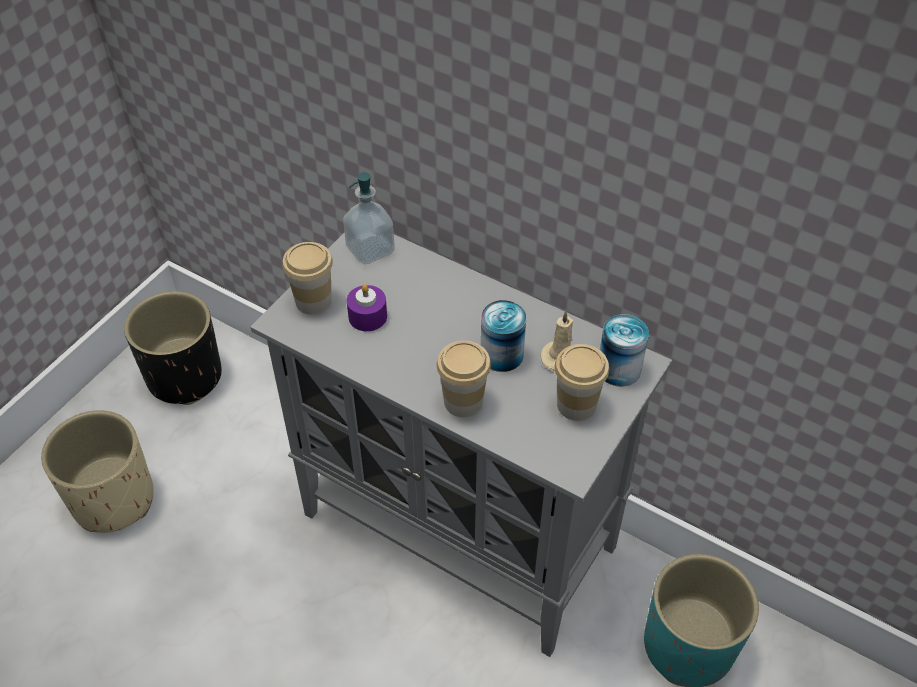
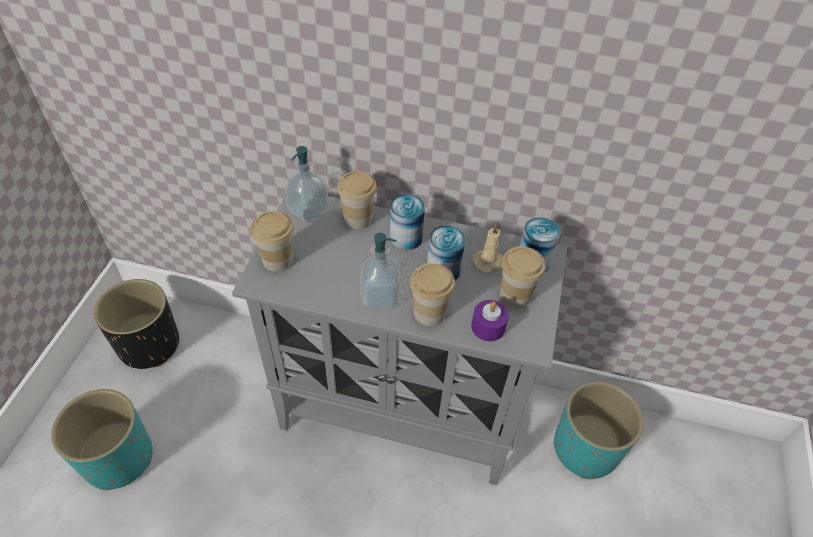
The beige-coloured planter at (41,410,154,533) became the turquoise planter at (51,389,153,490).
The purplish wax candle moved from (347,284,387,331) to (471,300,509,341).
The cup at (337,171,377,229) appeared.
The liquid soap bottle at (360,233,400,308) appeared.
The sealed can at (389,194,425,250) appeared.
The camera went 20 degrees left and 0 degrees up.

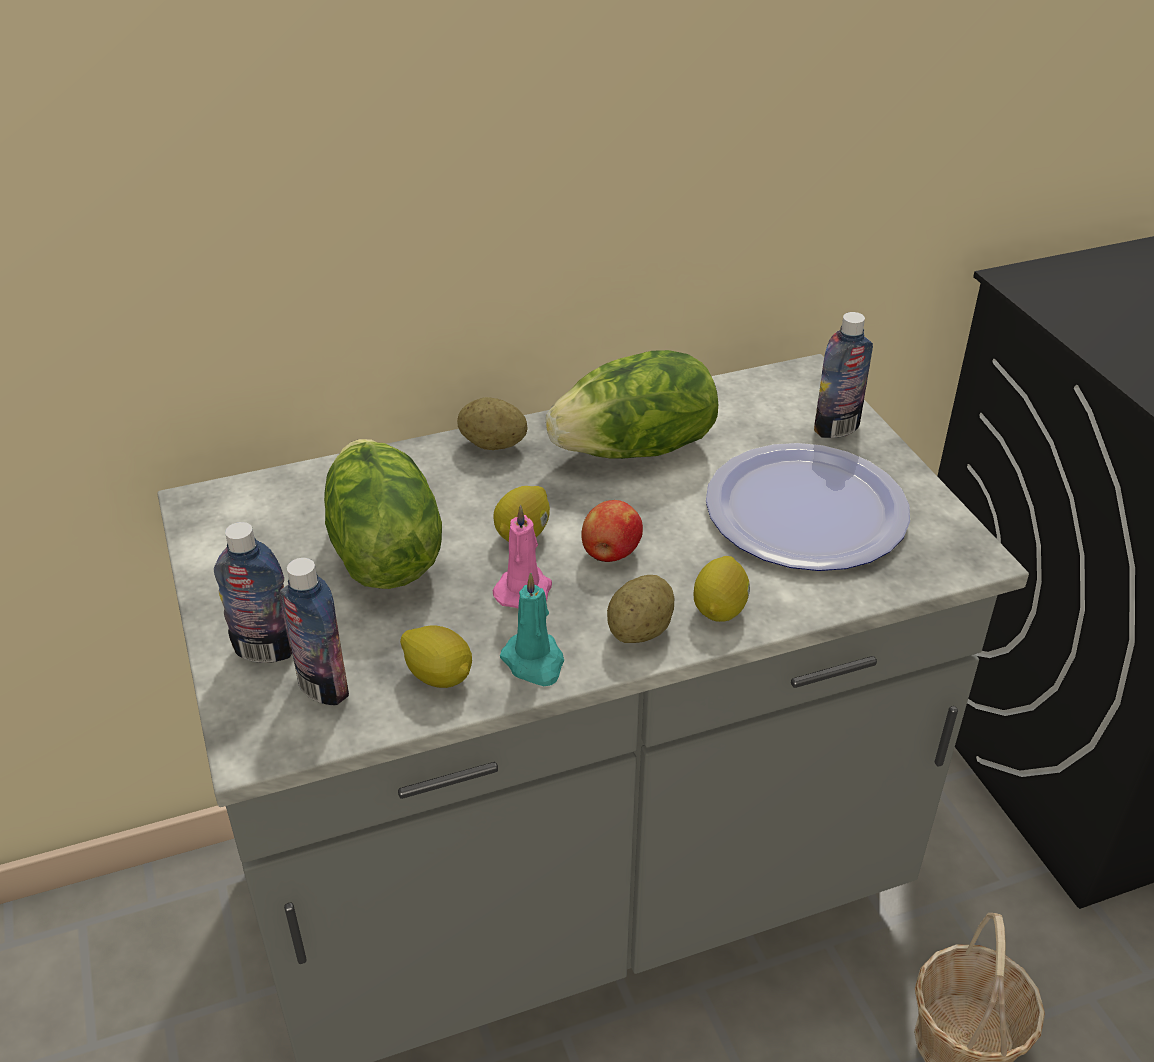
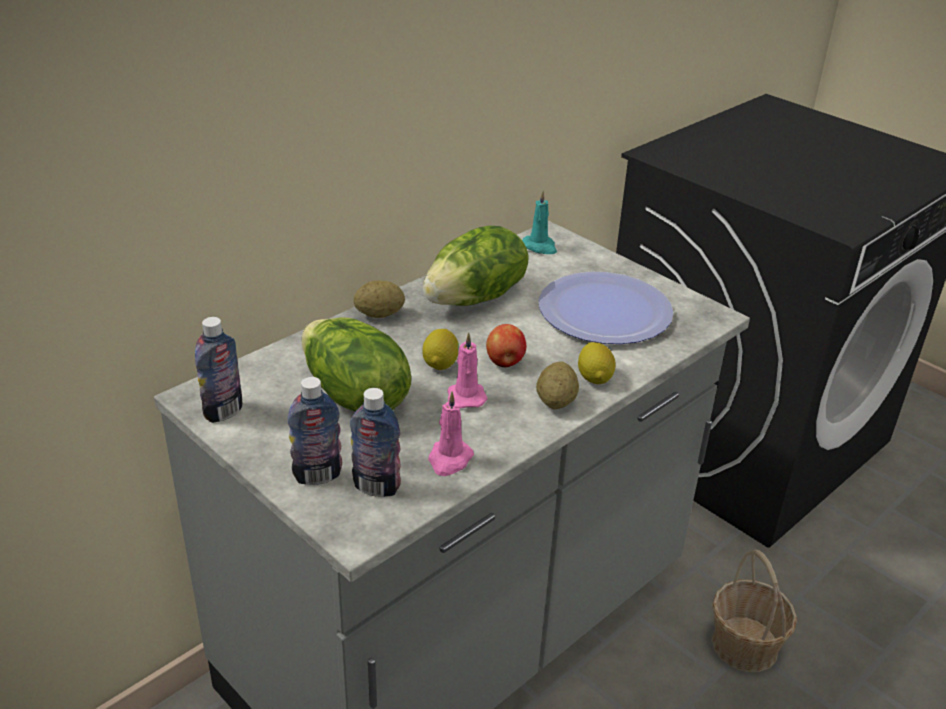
The citrus fruit at (400,625,472,688) was replaced by the pinkish wax candle at (428,391,474,476).
The turquoise wax candle moved from (500,572,564,686) to (522,190,557,254).
The drink bottle moved from (814,312,873,438) to (195,317,243,423).
The camera went 25 degrees left and 5 degrees down.

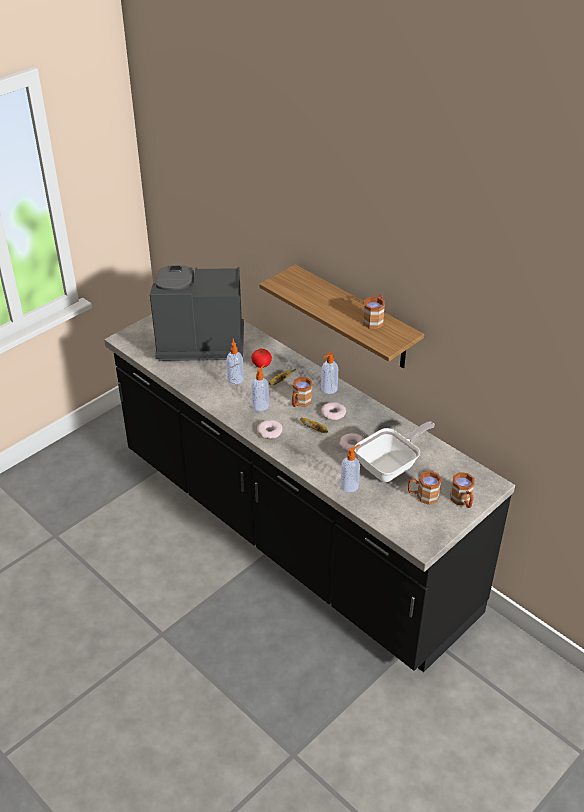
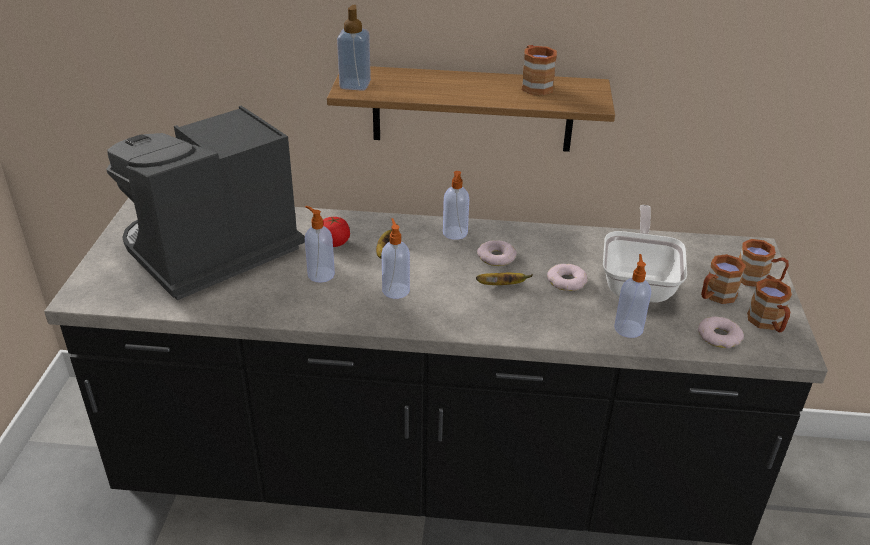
The ring doughnut moved from (257,420,282,439) to (698,317,744,348).
The brownish mug moved from (292,377,312,407) to (747,278,792,332).
The liquid soap bottle at (337,5,371,91) appeared.
The camera went 40 degrees left and 5 degrees down.

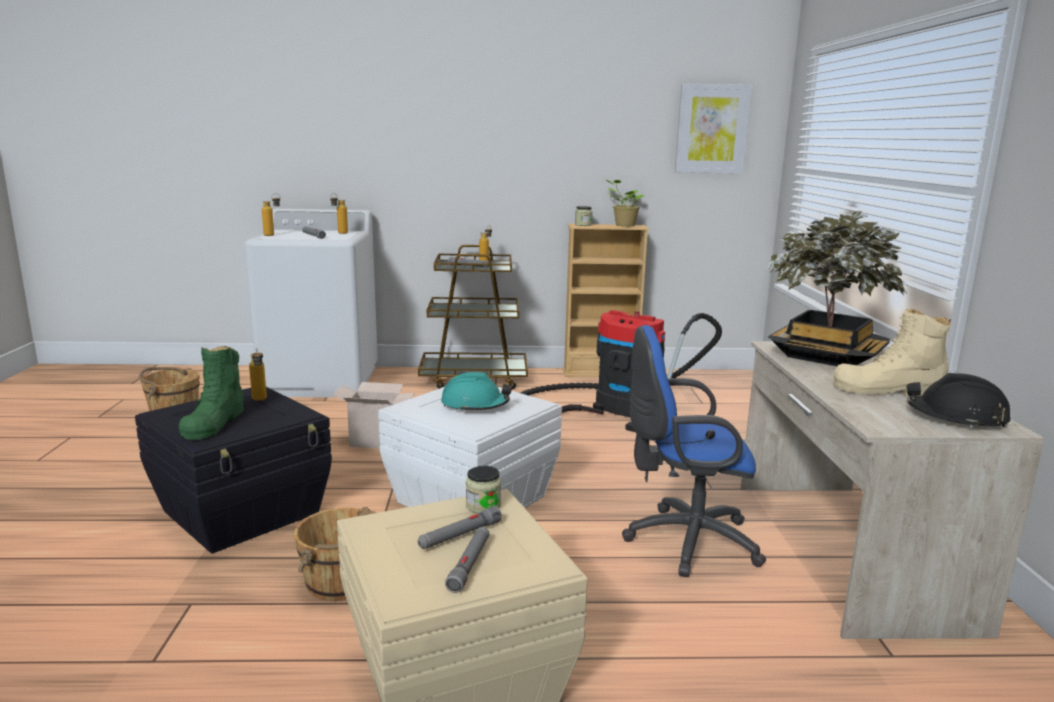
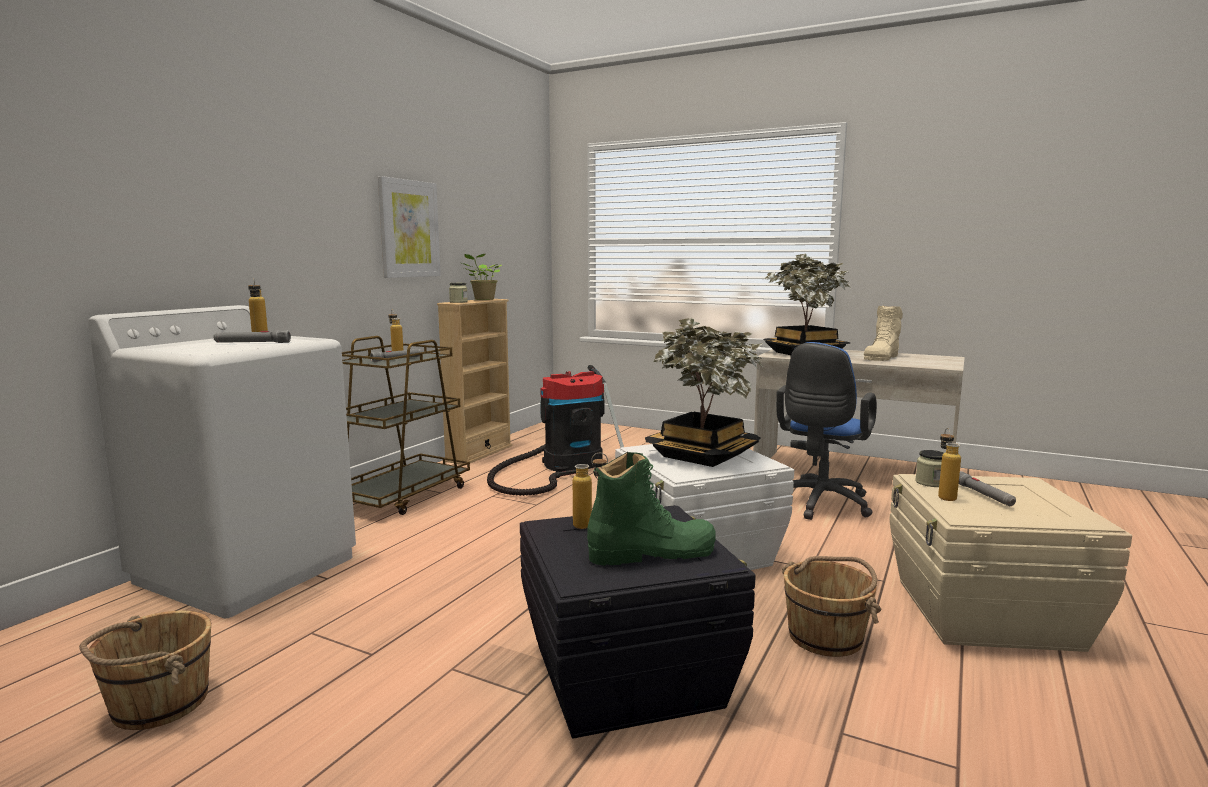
The green tall boot at (179,346,244,440) turned 45 degrees counterclockwise.
The drink bottle moved from (262,193,281,236) to (938,428,961,501).
The cardboard box at (332,382,415,448) disappeared.
The turquoise safety helmet at (441,372,512,412) was replaced by the plant in a pot at (645,318,763,467).
The greyish hand torch at (445,527,489,593) disappeared.
The picture moved from (675,83,752,174) to (378,176,441,278).
The black safety helmet at (907,373,1011,428) disappeared.
The camera went 60 degrees left and 5 degrees down.

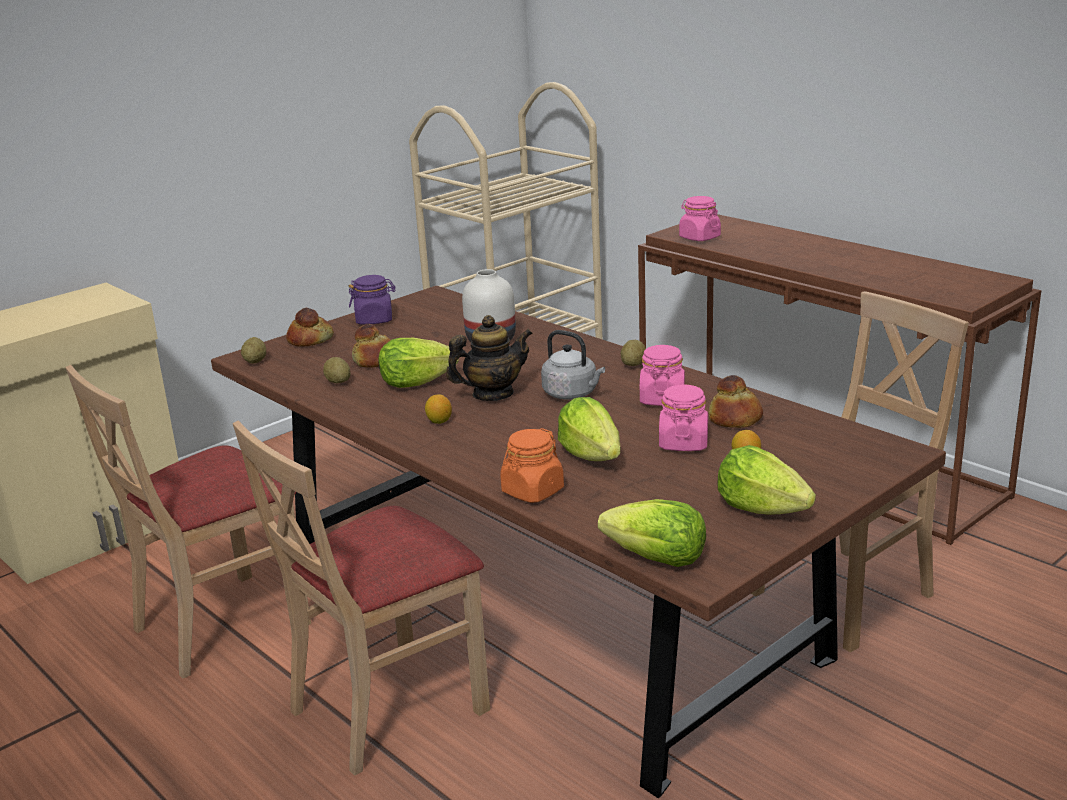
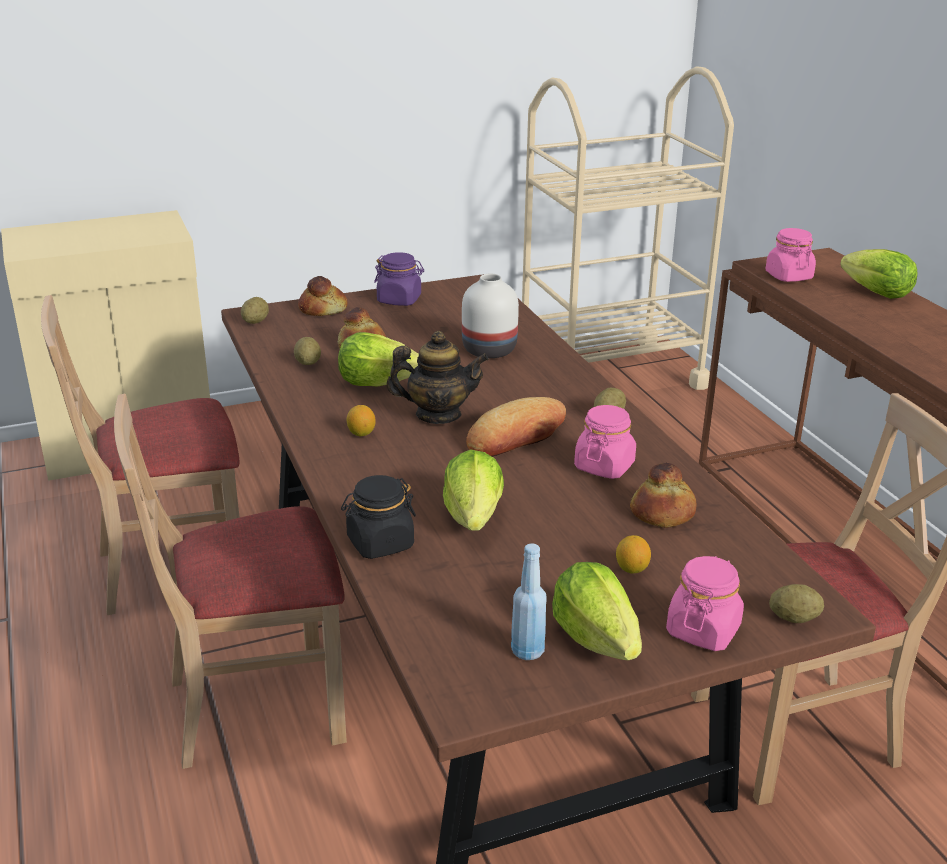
The orange preserve jar at (500,428,564,503) became the black preserve jar at (341,475,416,559).
The greyish water kettle at (541,330,605,400) was replaced by the baked bread at (466,397,566,456).
The lettuce head moved from (598,499,706,567) to (840,249,917,299).
The pinkish preserve jar moved from (659,385,708,451) to (666,556,744,651).
The blue-coloured drink bottle at (511,543,546,660) appeared.
The spud at (769,584,824,623) appeared.
The camera went 20 degrees right and 5 degrees up.

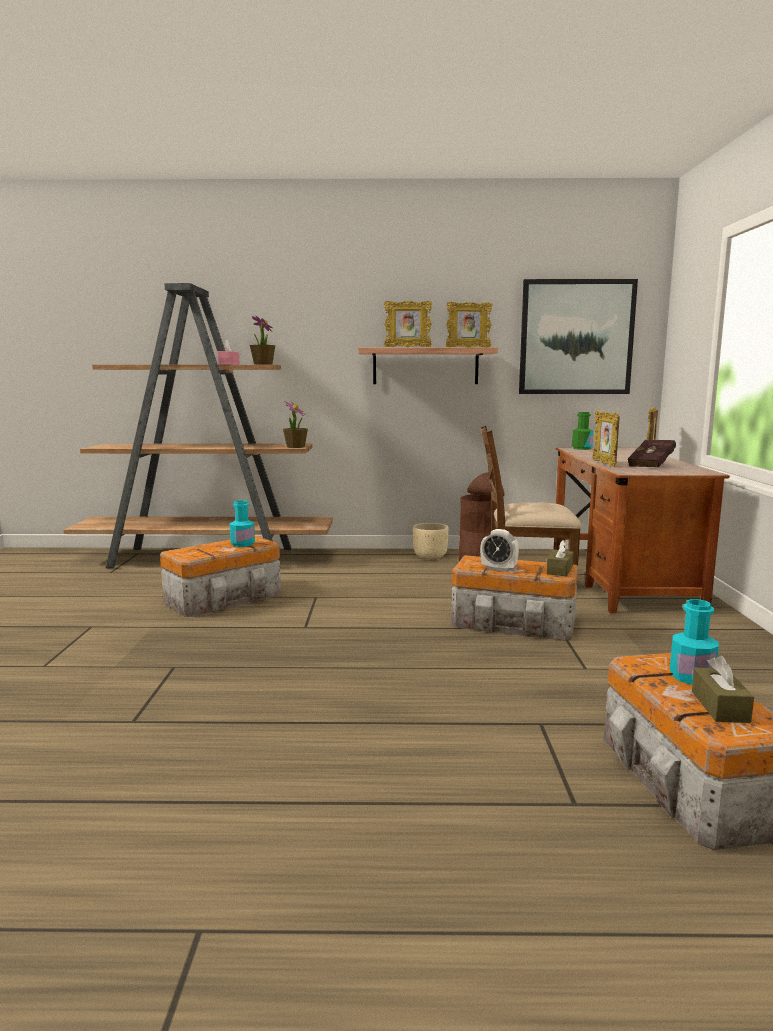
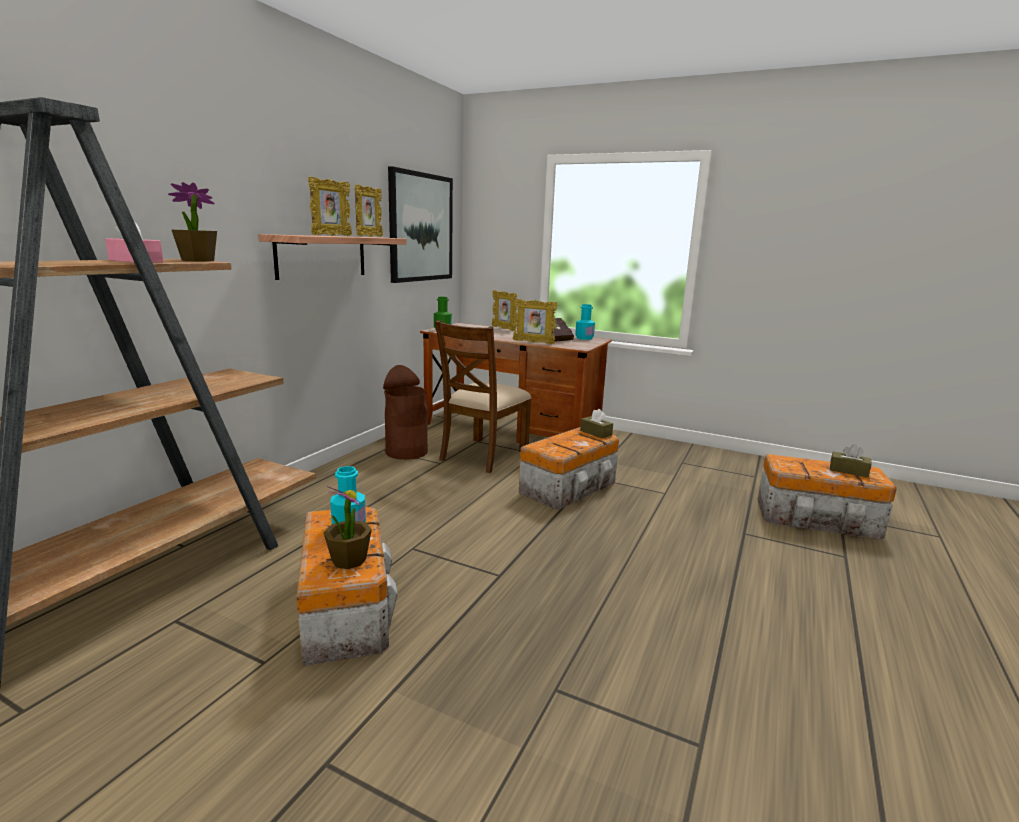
The plant in a pot moved from (283,401,308,448) to (323,486,372,569).
The beige-coloured planter at (413,523,449,559) disappeared.
The bedside clock at (480,529,519,572) disappeared.
The turquoise drink bottle moved from (670,599,719,685) to (575,304,595,340).
The camera went 65 degrees left and 5 degrees up.

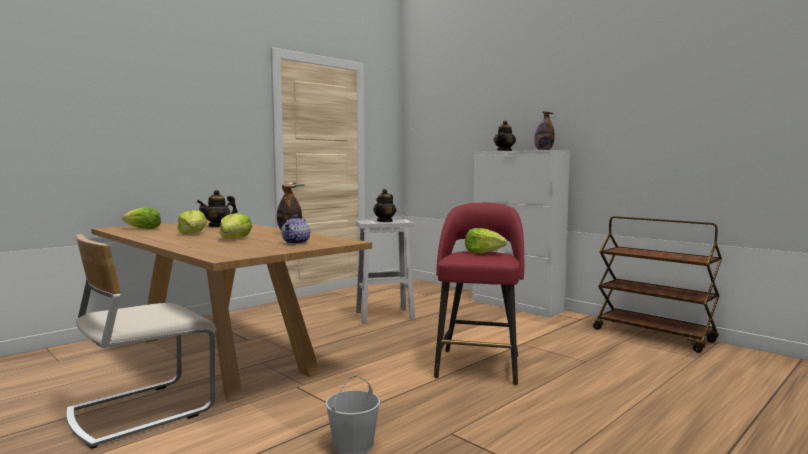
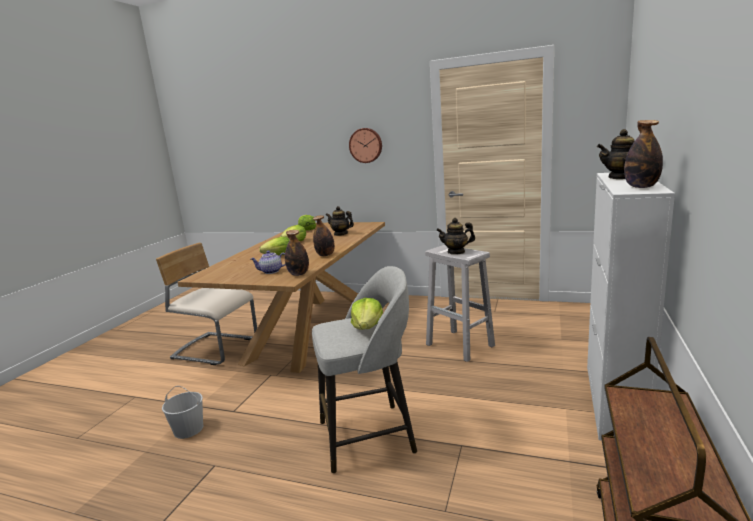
The red-coloured sitting stool at (434,202,524,385) became the greyish sitting stool at (312,266,417,473).
The drink bottle at (285,230,309,276) appeared.
The wall clock at (349,128,382,163) appeared.
The camera went 65 degrees right and 10 degrees up.

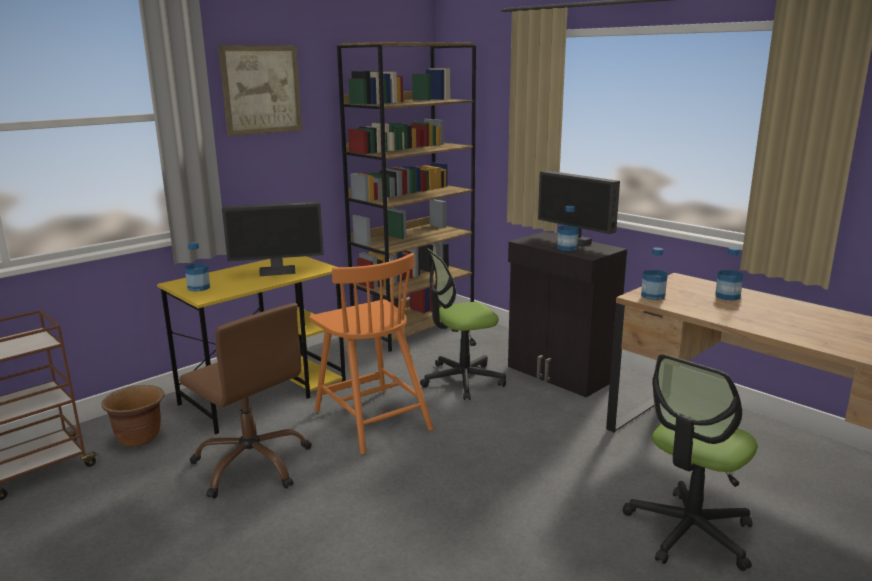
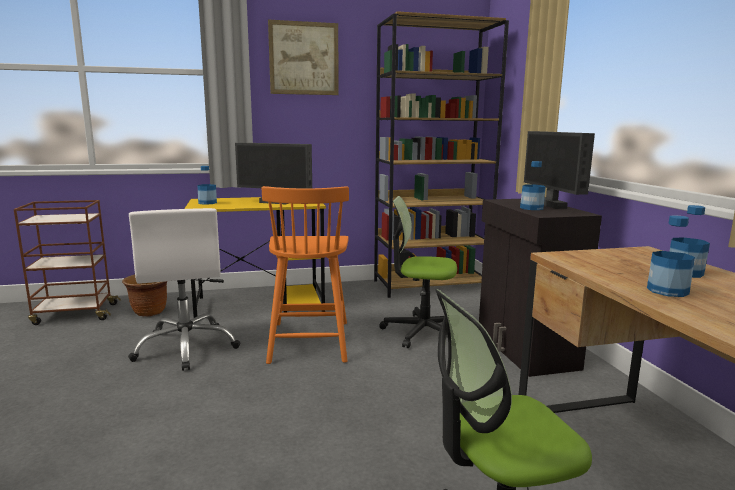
The brownish desk chair at (179,303,312,499) became the whitish desk chair at (128,208,240,371).
The drink bottle moved from (641,248,668,300) to (647,215,695,297).
The camera went 30 degrees right and 5 degrees down.

